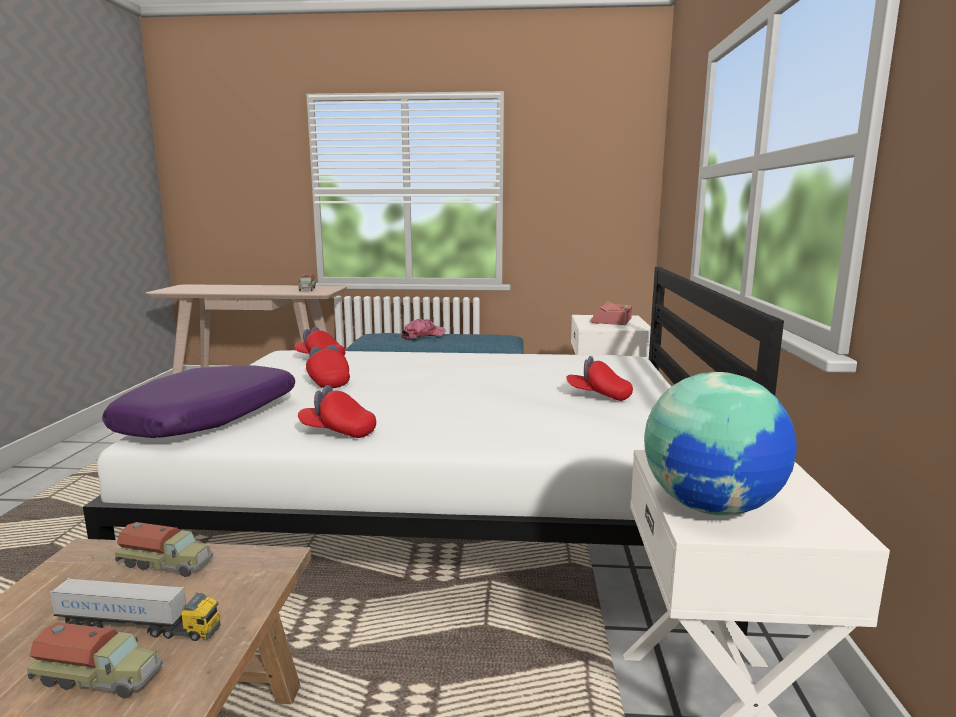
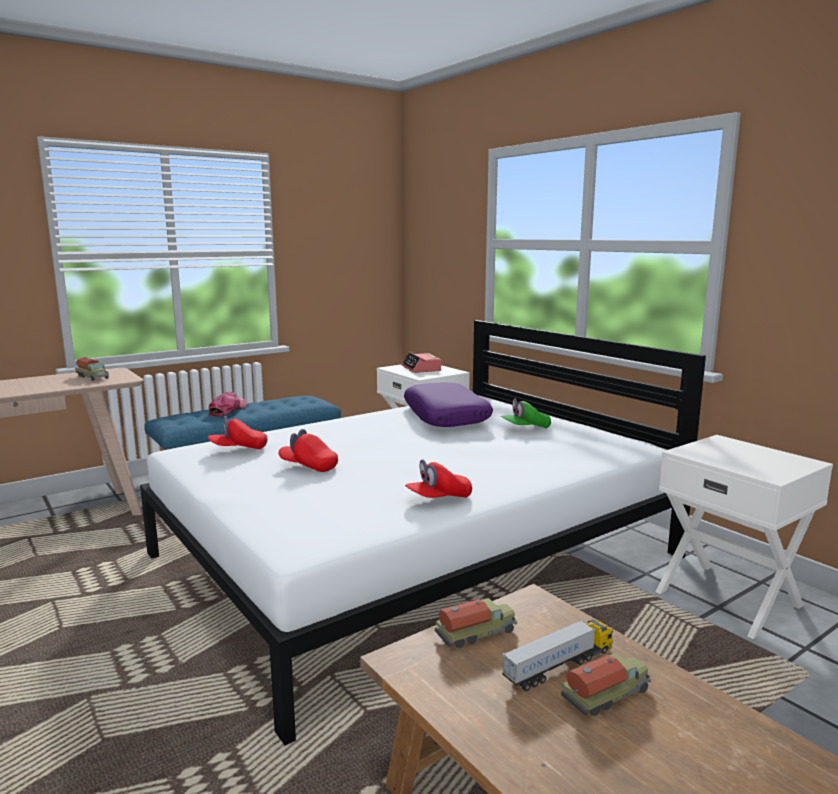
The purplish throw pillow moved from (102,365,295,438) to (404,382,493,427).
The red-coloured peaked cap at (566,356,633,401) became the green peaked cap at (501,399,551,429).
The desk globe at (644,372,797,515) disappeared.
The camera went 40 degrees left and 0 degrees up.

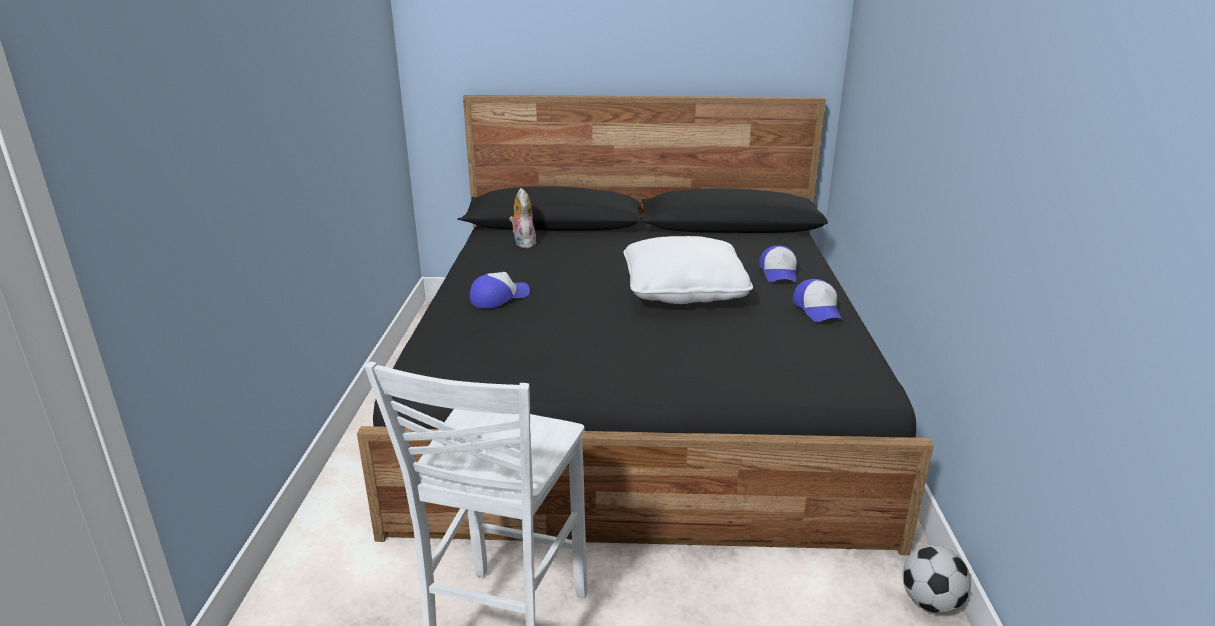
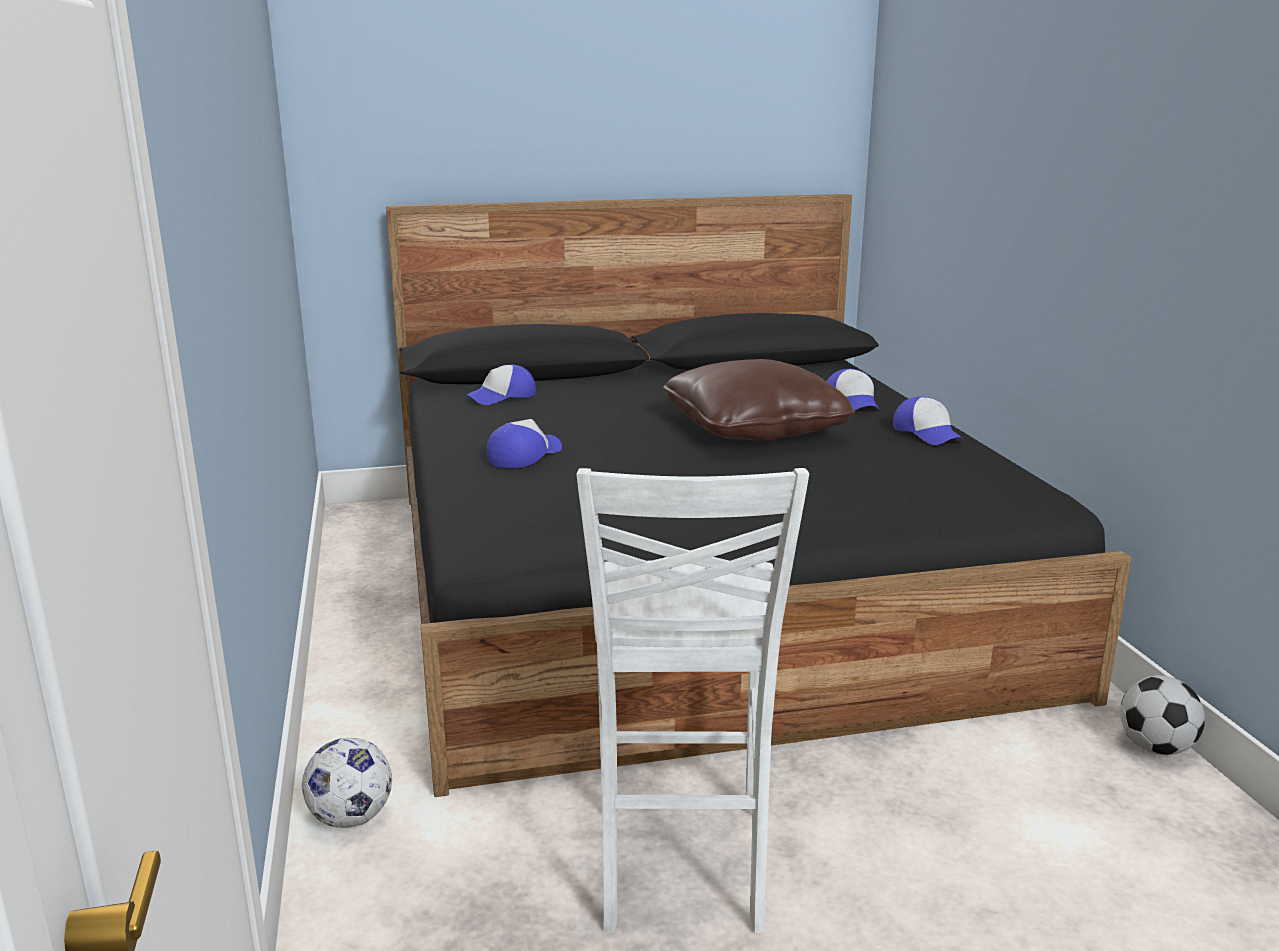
The cuddly toy at (509,188,536,248) was replaced by the peaked cap at (466,364,536,405).
The whitish throw pillow at (624,236,753,304) became the brownish throw pillow at (663,359,855,440).
The ball for football at (302,738,392,828) appeared.
The camera went 15 degrees left and 5 degrees down.

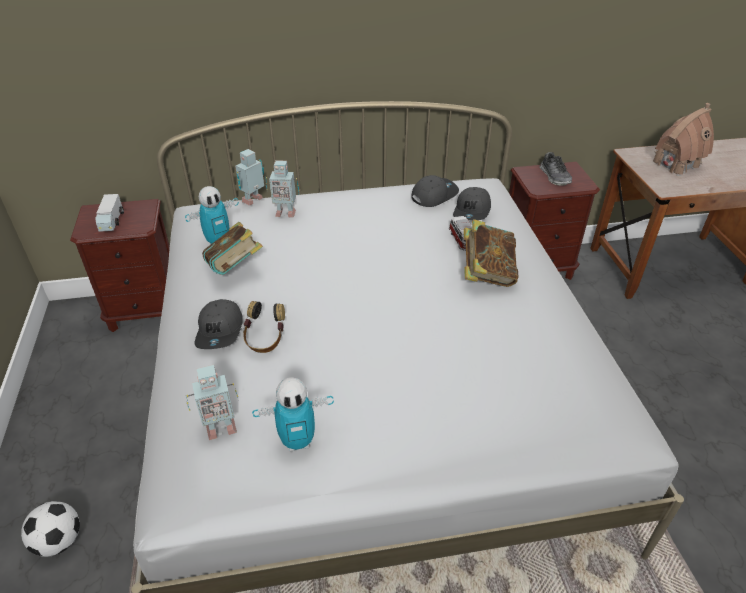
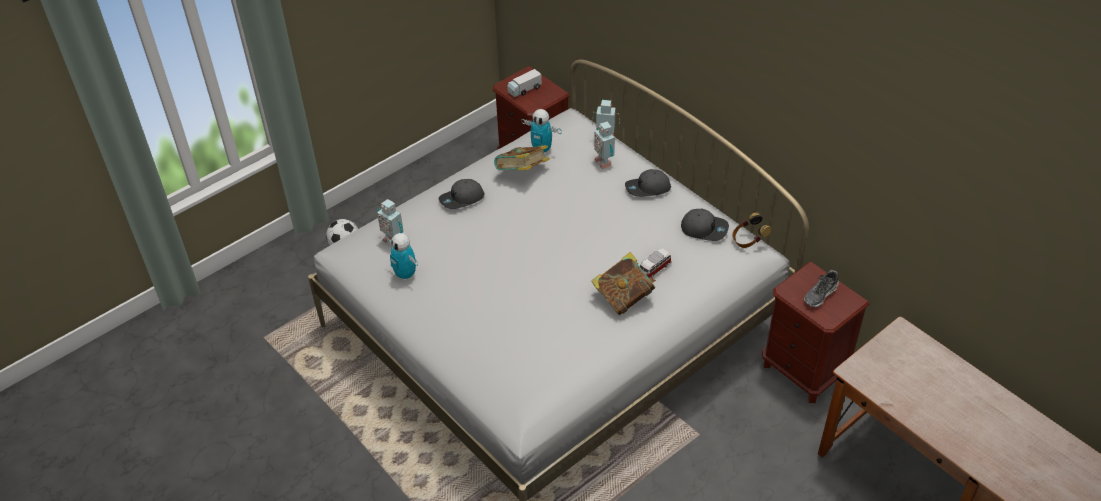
The headphones moved from (243,301,285,353) to (732,212,771,248).
The greyish peaked cap moved from (453,187,491,220) to (625,169,671,197).
The miniature house at (653,103,714,176) disappeared.
The camera went 60 degrees right and 5 degrees up.

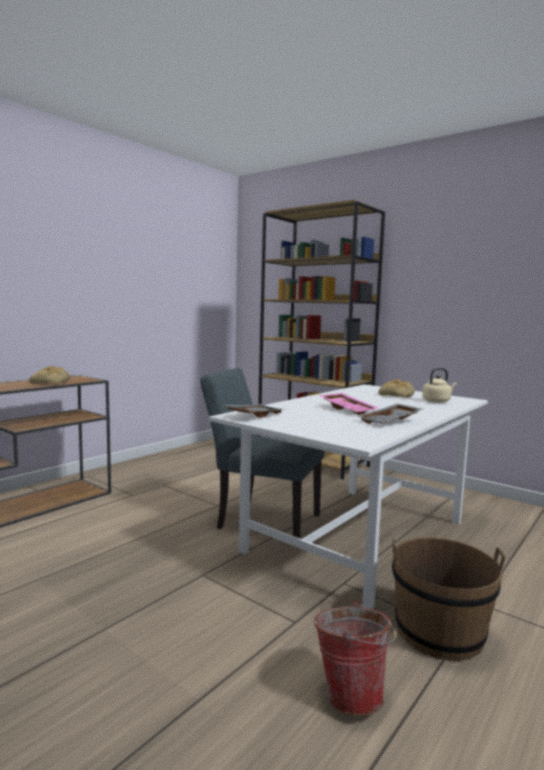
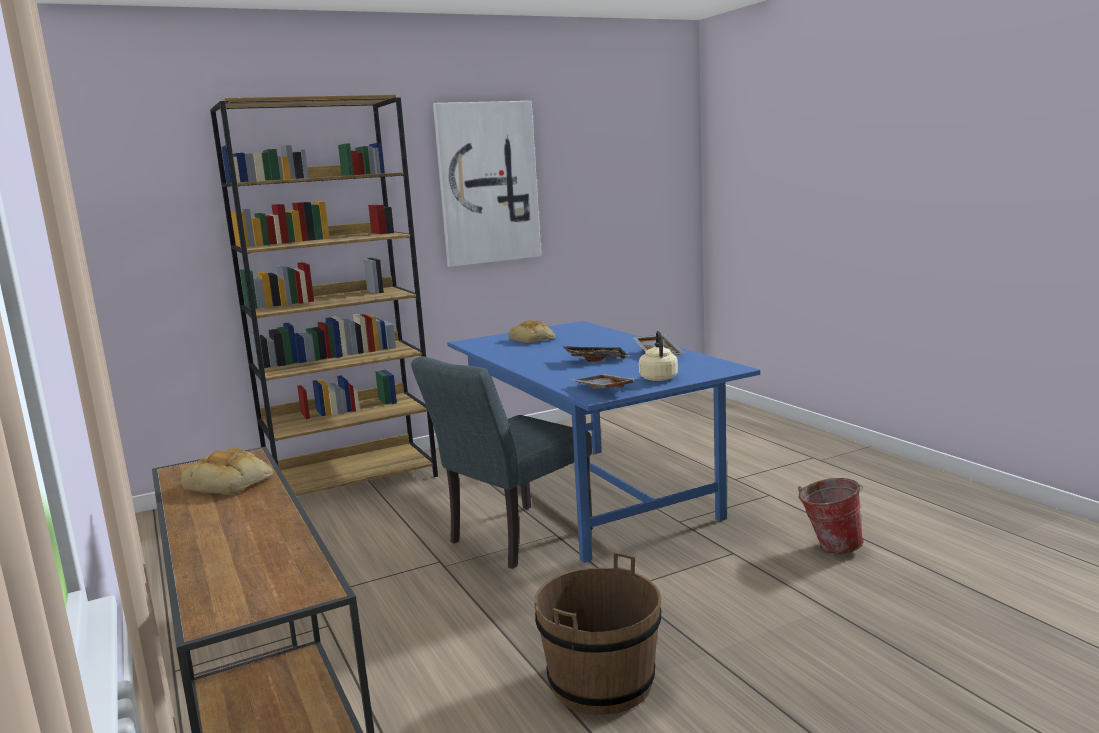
The whitish dining table at (209,384,488,609) became the blue-coloured dining table at (447,321,760,563).
The pinkish tray at (319,393,378,415) became the black tray at (563,346,629,362).
The brownish bucket moved from (392,537,505,661) to (534,552,661,715).
The beige-coloured water kettle moved from (422,368,457,403) to (639,331,678,381).
The picture at (433,101,541,267) appeared.
The camera went 65 degrees left and 5 degrees up.

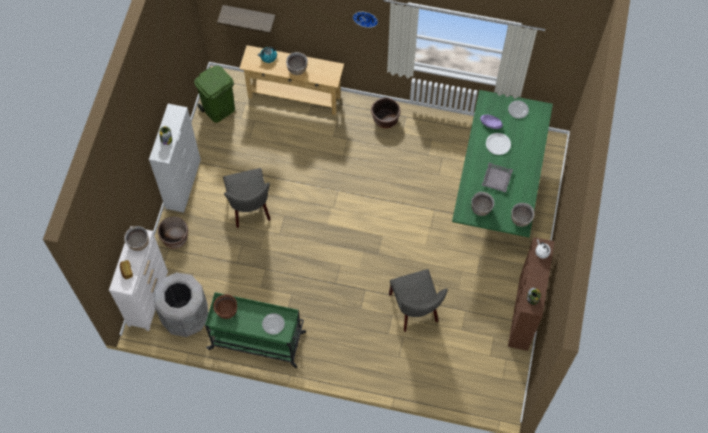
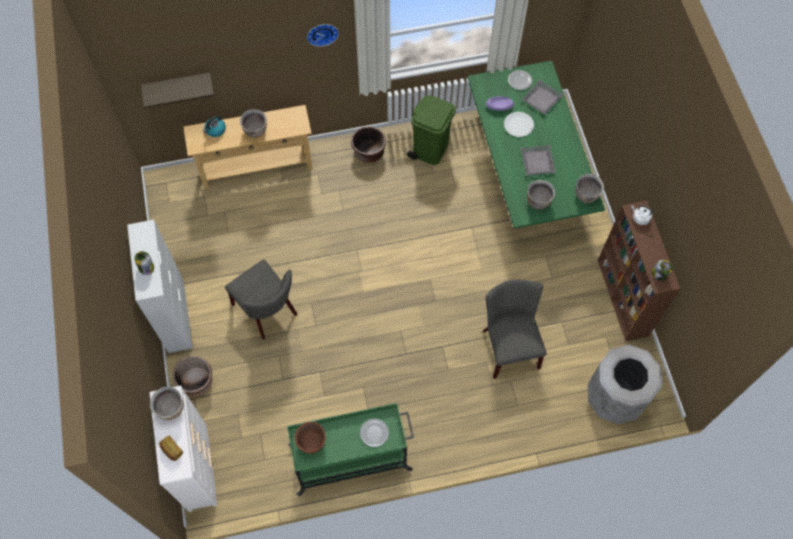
The greyish waste bin moved from (153,272,208,337) to (588,345,662,424).
The green waste bin moved from (194,65,235,123) to (407,95,456,165).
The greyish plain chair at (389,269,448,332) turned 150 degrees counterclockwise.
The greyish tray at (522,80,564,115) appeared.
The camera went 25 degrees left and 0 degrees up.

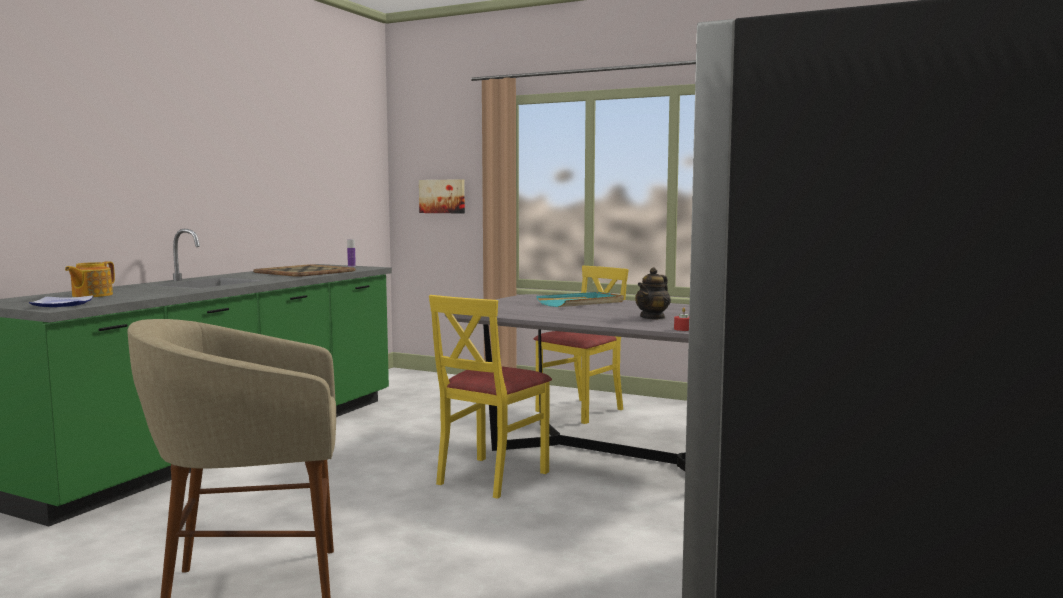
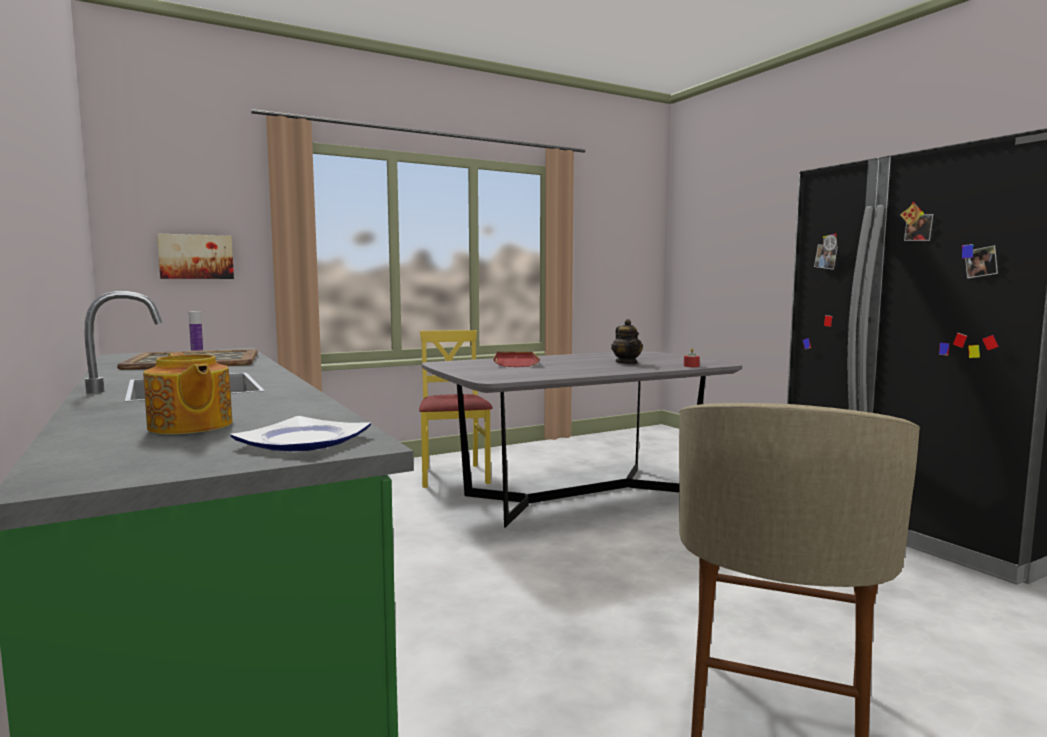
The yellow plain chair at (429,295,552,499) disappeared.
The turquoise tray at (536,292,624,307) became the red-coloured tray at (493,352,540,367).
The camera went 55 degrees left and 0 degrees up.

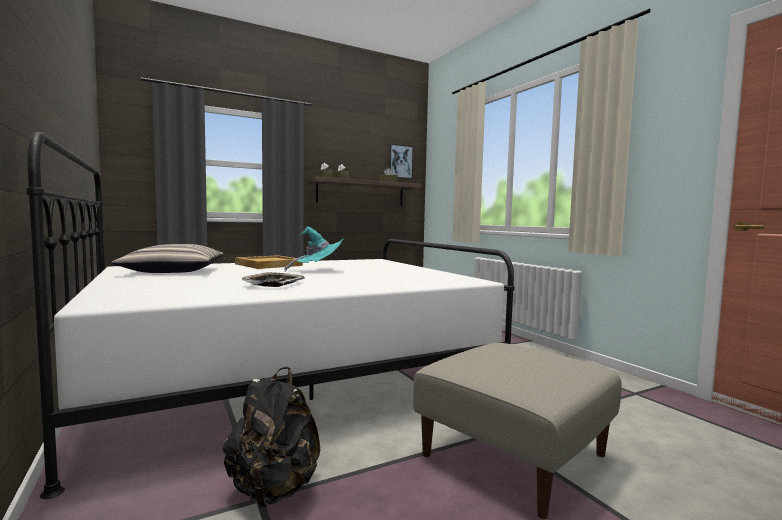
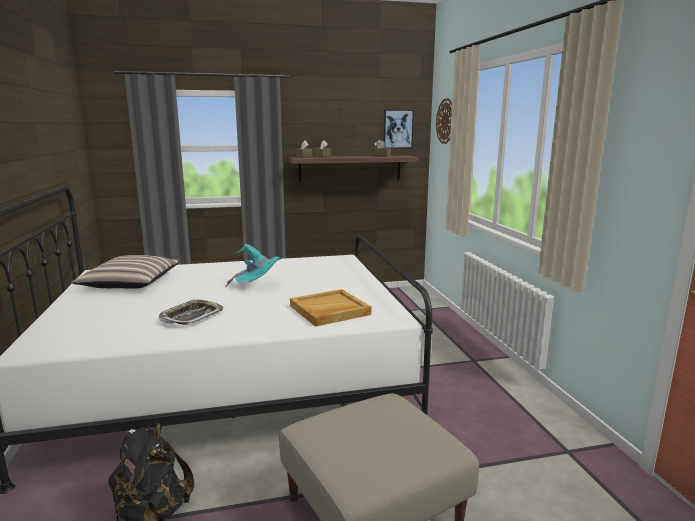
The beige-coloured tray moved from (235,255,303,269) to (290,289,371,327).
The wall clock at (436,98,452,144) appeared.
The camera went 15 degrees right and 10 degrees up.

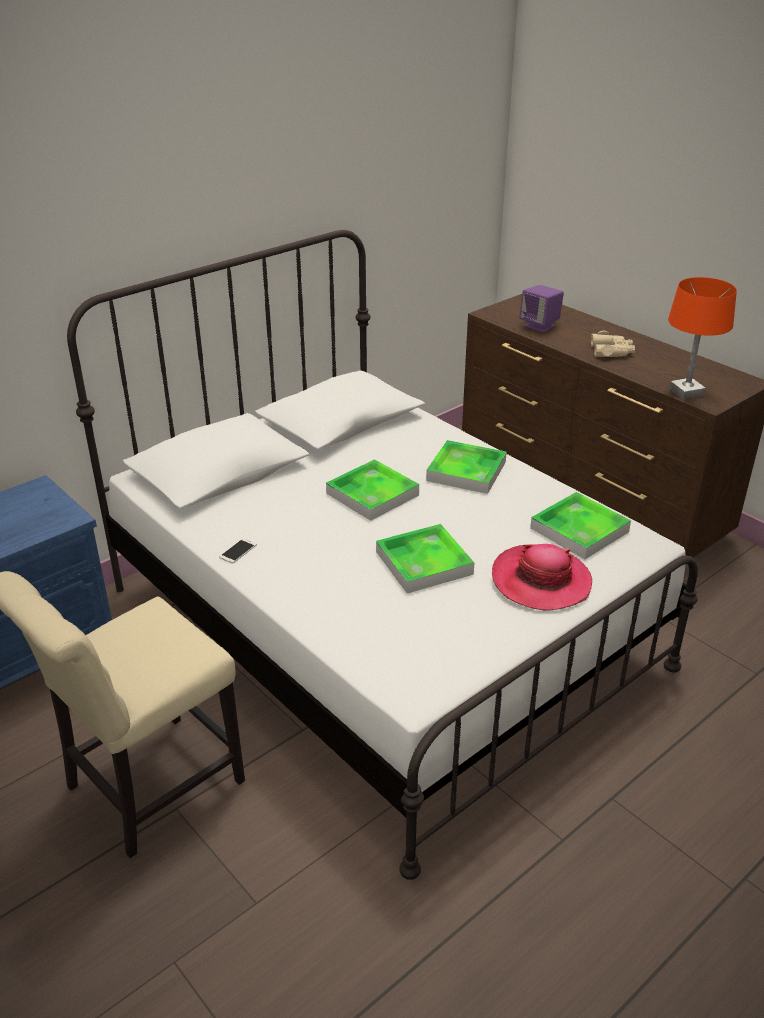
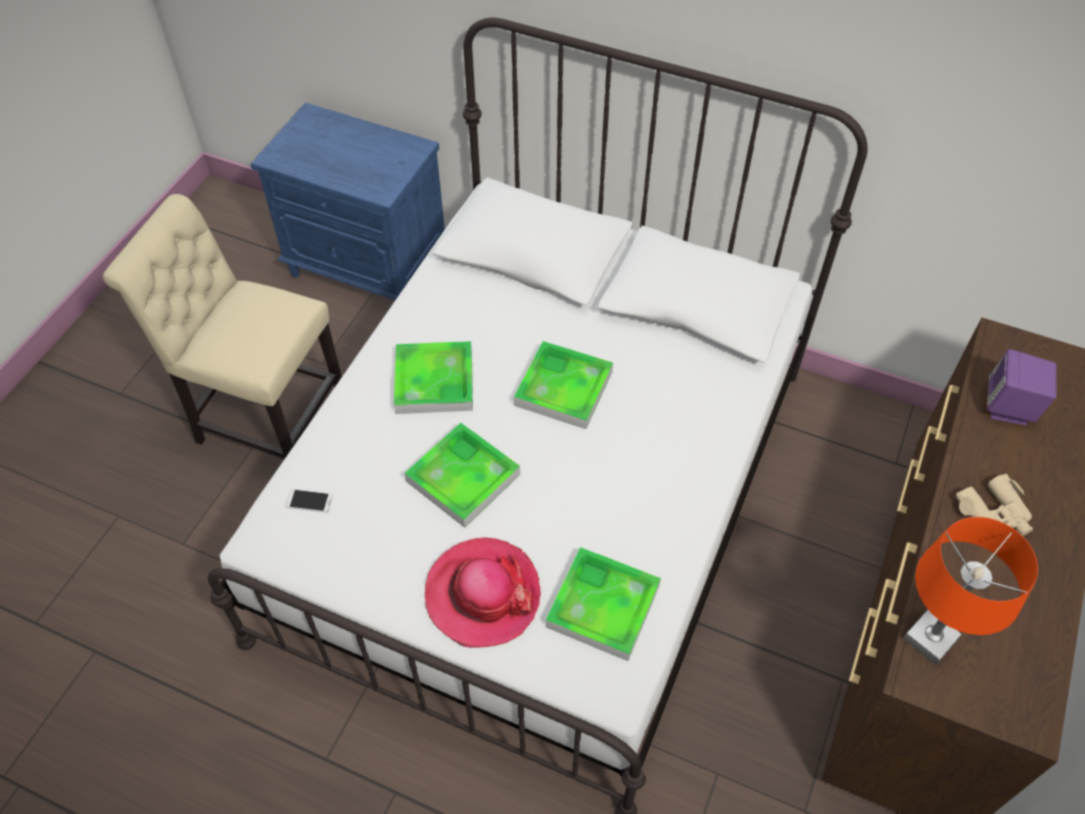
The telephone moved from (219,538,257,564) to (286,489,333,513).
The tray moved from (426,440,507,494) to (394,341,473,414).
The camera went 65 degrees right and 20 degrees up.

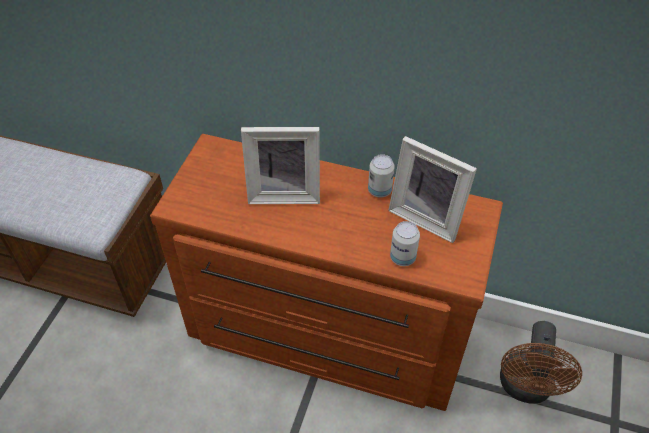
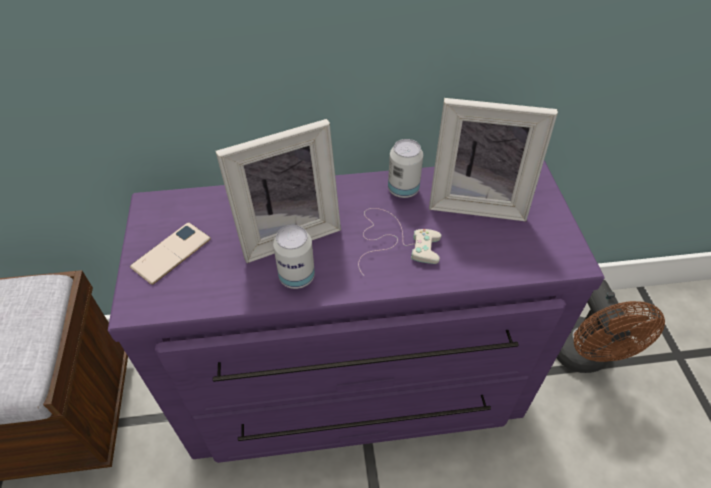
The brownish dresser at (150,134,503,411) became the purplish dresser at (108,160,605,463).
The sealed can moved from (390,221,420,266) to (273,225,315,289).
The telephone at (130,222,211,285) appeared.
The whitish game controller at (358,208,441,276) appeared.
The camera went 25 degrees left and 0 degrees up.

